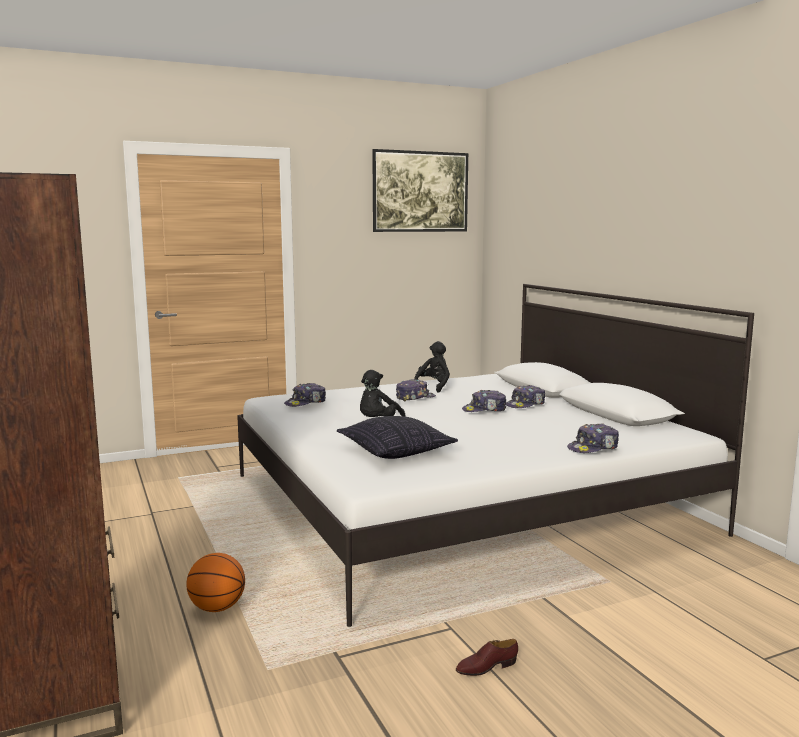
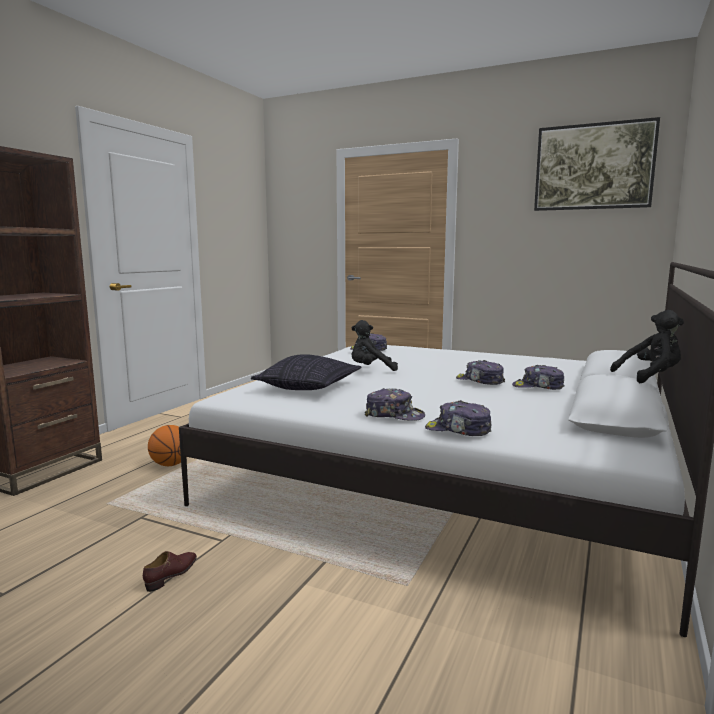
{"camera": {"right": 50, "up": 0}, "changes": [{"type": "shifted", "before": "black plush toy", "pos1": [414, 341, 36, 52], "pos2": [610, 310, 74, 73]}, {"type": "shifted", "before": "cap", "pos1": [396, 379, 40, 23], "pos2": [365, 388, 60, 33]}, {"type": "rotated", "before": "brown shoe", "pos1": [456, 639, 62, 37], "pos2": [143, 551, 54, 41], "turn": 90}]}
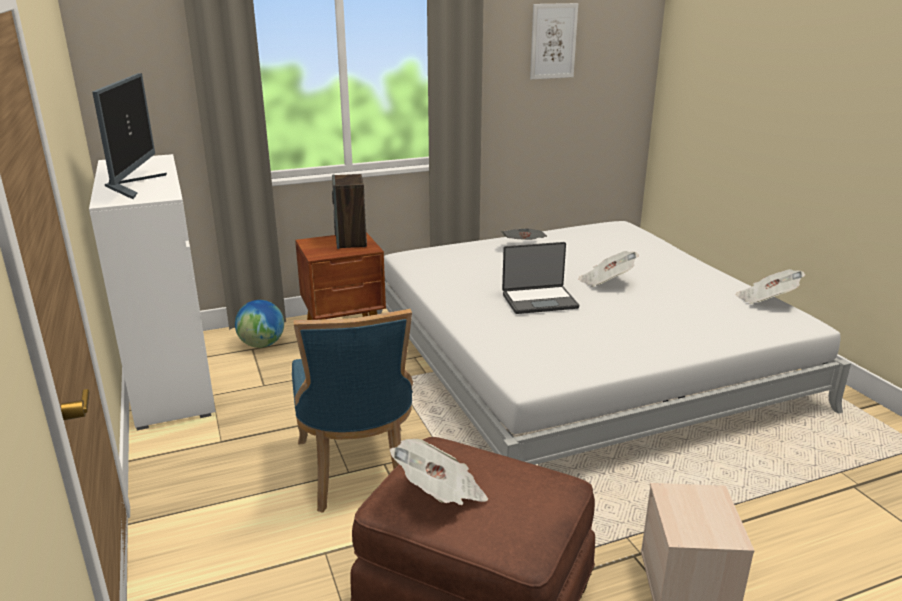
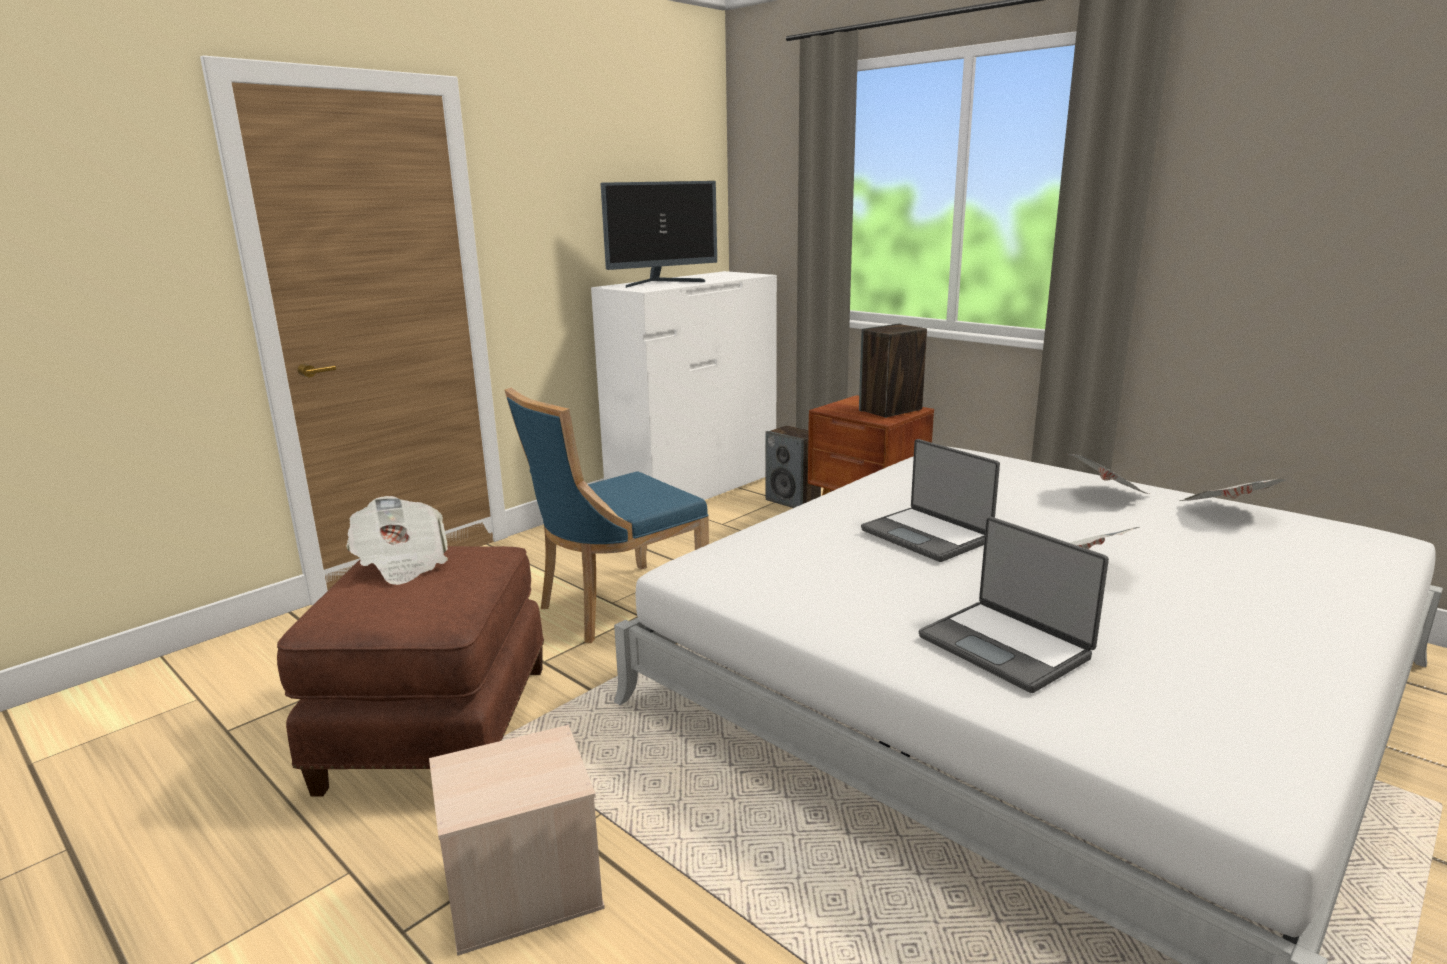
{"camera": {"right": 65, "up": -5}, "changes": [{"type": "gone", "before": "picture", "pos1": [530, 3, 48, 77]}, {"type": "shifted", "before": "newspaper", "pos1": [736, 269, 69, 35], "pos2": [1179, 479, 107, 22]}, {"type": "swapped", "before": "globe", "after": "speaker", "pos1": [235, 300, 49, 48], "pos2": [765, 425, 56, 83]}, {"type": "new", "after": "laptop", "pos2": [919, 517, 190, 176]}]}
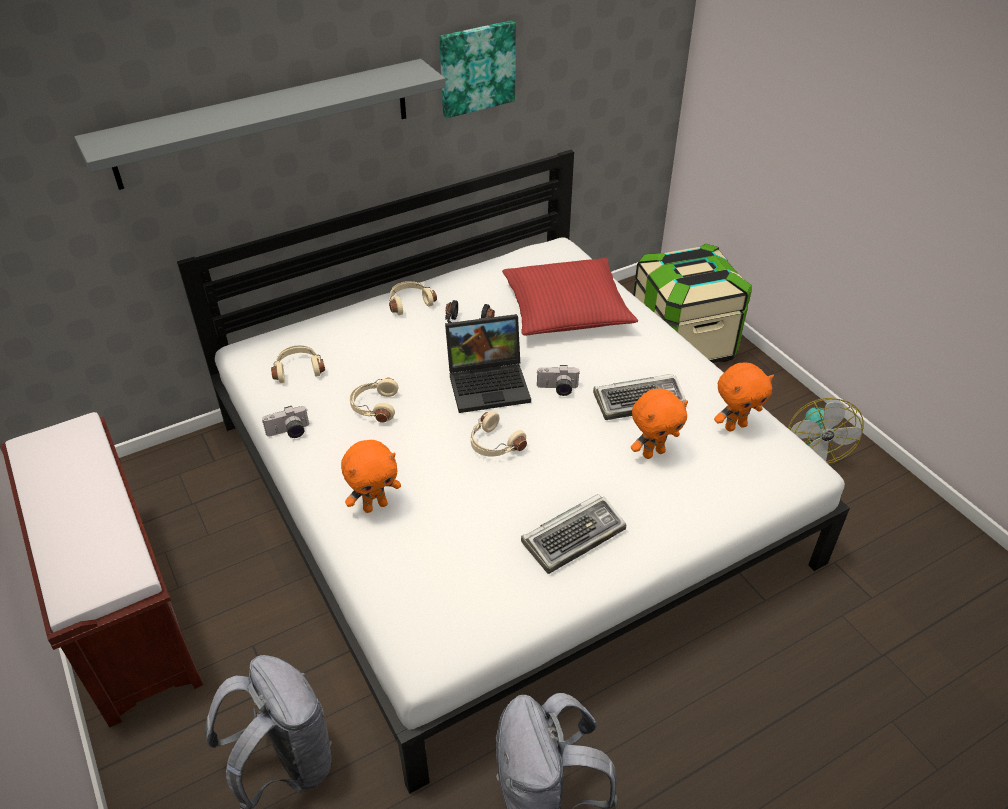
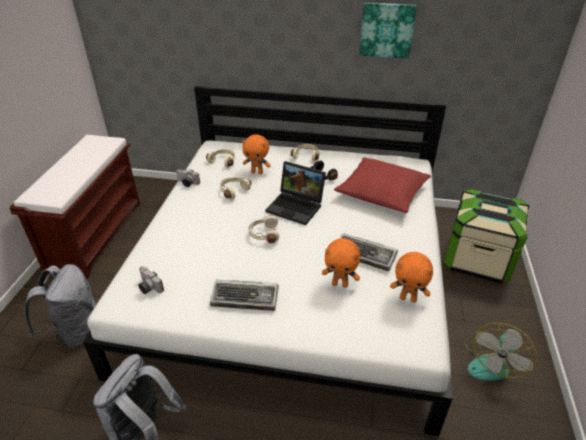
{"camera": {"right": 40, "up": -5}, "changes": [{"type": "gone", "before": "grey shelf", "pos1": [74, 59, 372, 131]}, {"type": "shifted", "before": "photo camera", "pos1": [537, 365, 43, 31], "pos2": [138, 266, 26, 28]}, {"type": "shifted", "before": "orange plush toy", "pos1": [341, 440, 60, 73], "pos2": [242, 134, 29, 40]}]}
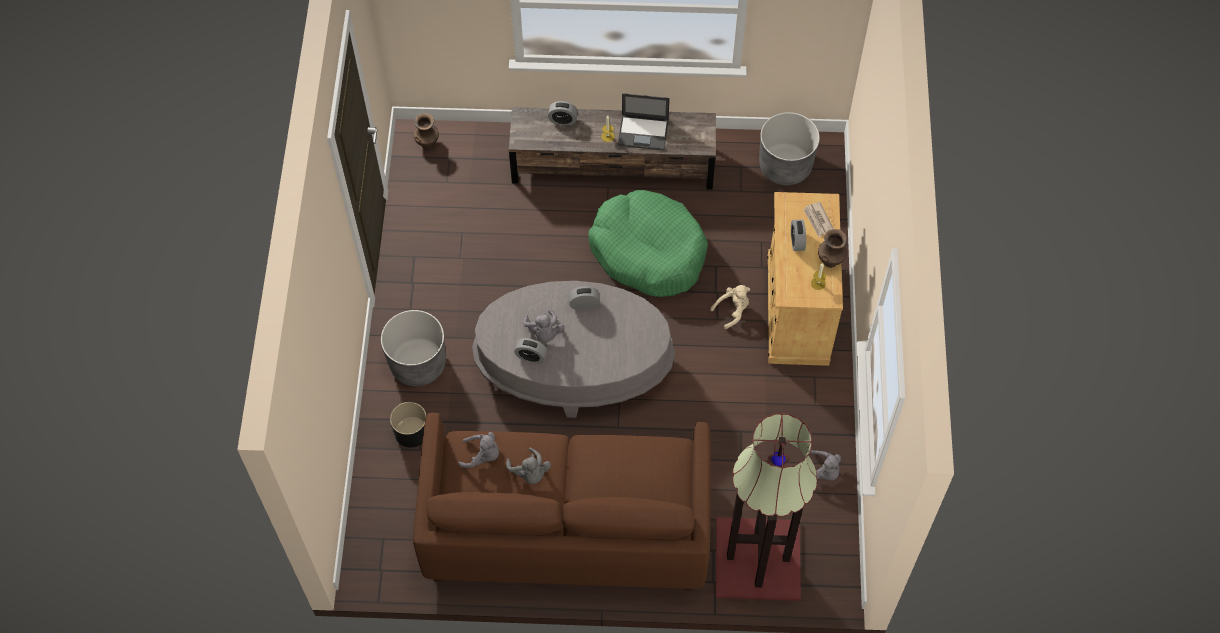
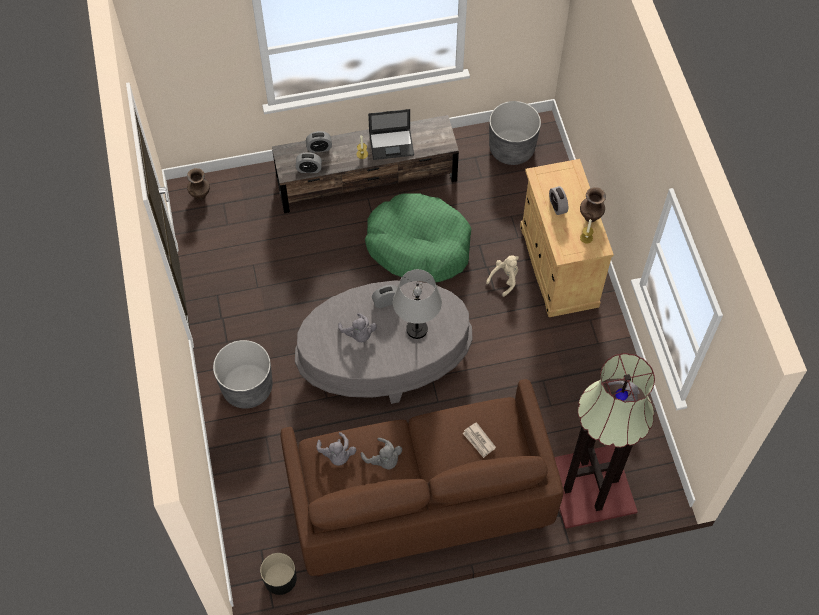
{"camera": {"right": -15, "up": 0}, "changes": [{"type": "shifted", "before": "newspaper", "pos1": [803, 202, 31, 35], "pos2": [462, 422, 34, 36]}, {"type": "shifted", "before": "alarm clock", "pos1": [514, 338, 33, 26], "pos2": [296, 152, 26, 21]}, {"type": "shifted", "before": "black planter", "pos1": [390, 402, 36, 46], "pos2": [260, 553, 37, 42]}, {"type": "rotated", "before": "grey plush toy", "pos1": [458, 432, 41, 36], "pos2": [316, 432, 40, 34], "turn": 75}, {"type": "new", "after": "grey table lamp", "pos2": [393, 269, 49, 70]}]}
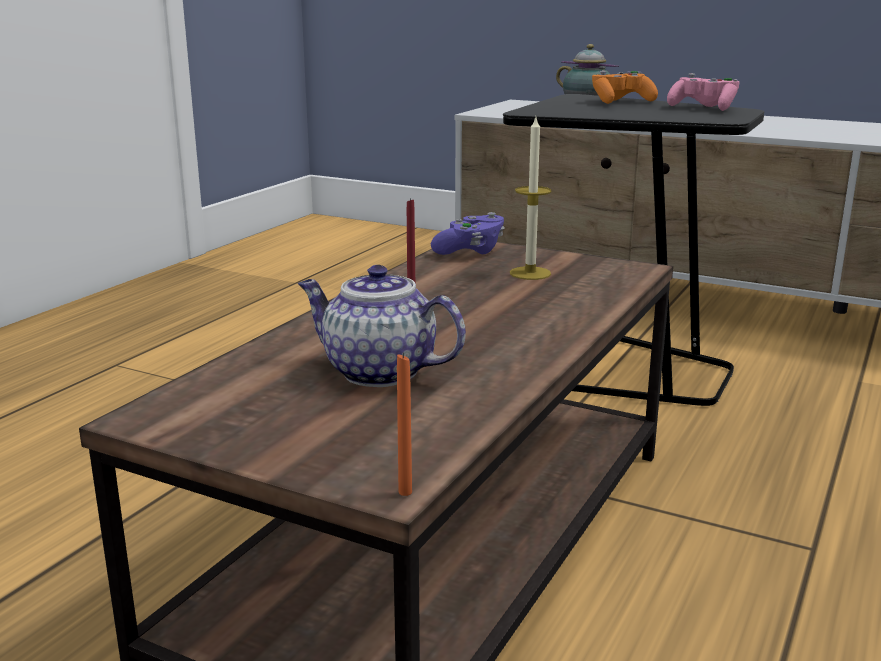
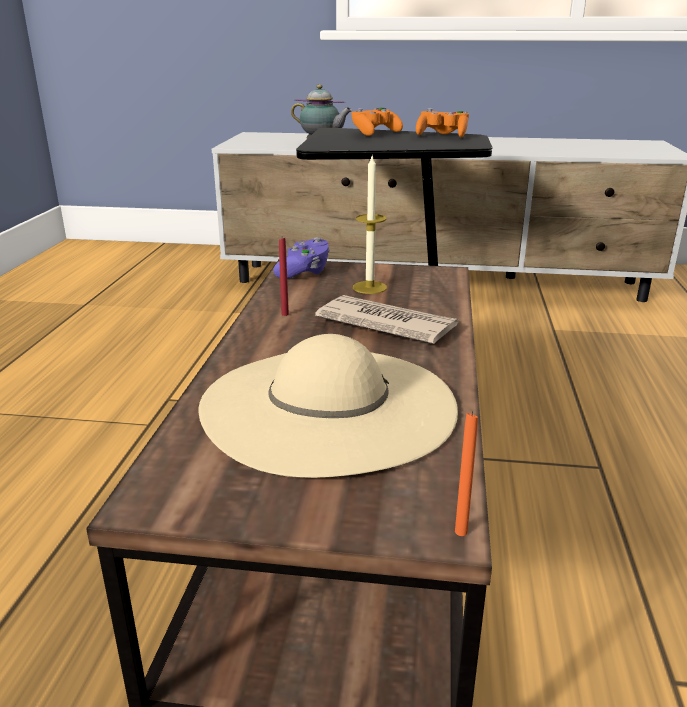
{"camera": {"right": -20, "up": 5}, "changes": [{"type": "repainted", "before": "pink game controller", "after": "orange game controller", "pos1": [667, 73, 73, 38], "pos2": [416, 108, 53, 29]}, {"type": "swapped", "before": "teapot", "after": "beige hat", "pos1": [298, 265, 168, 122], "pos2": [199, 334, 259, 144]}, {"type": "new", "after": "newspaper", "pos2": [315, 295, 144, 49]}]}
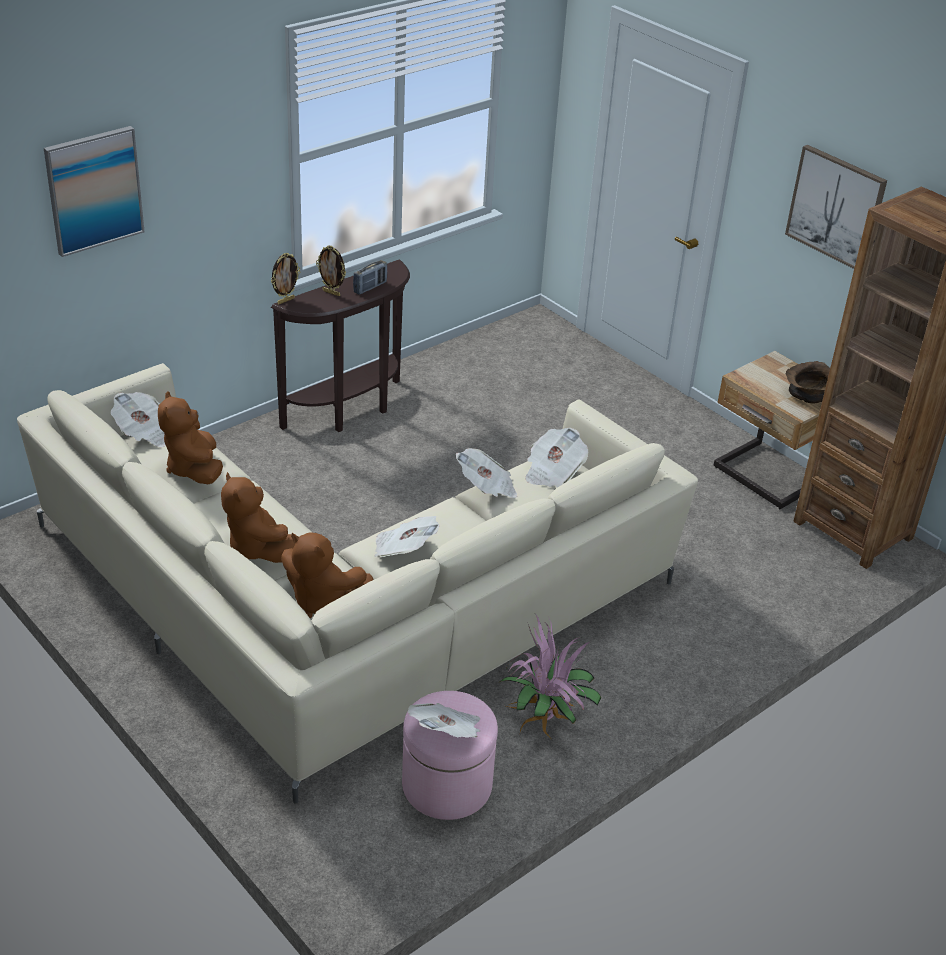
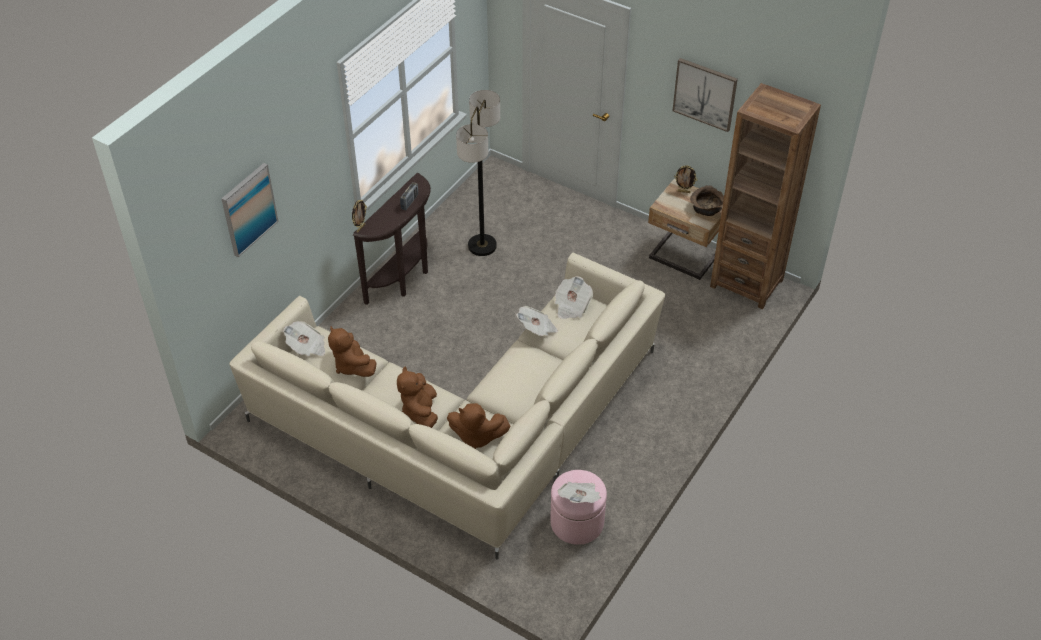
{"camera": {"right": -15, "up": 10}, "changes": [{"type": "shifted", "before": "picture frame", "pos1": [316, 245, 30, 51], "pos2": [674, 165, 23, 28]}, {"type": "rotated", "before": "brown plush toy", "pos1": [221, 472, 74, 91], "pos2": [397, 367, 41, 61], "turn": 45}, {"type": "gone", "before": "newspaper", "pos1": [374, 516, 66, 41]}, {"type": "gone", "before": "potted plant", "pos1": [498, 614, 103, 124]}, {"type": "new", "after": "floor lamp", "pos2": [456, 90, 44, 166]}]}
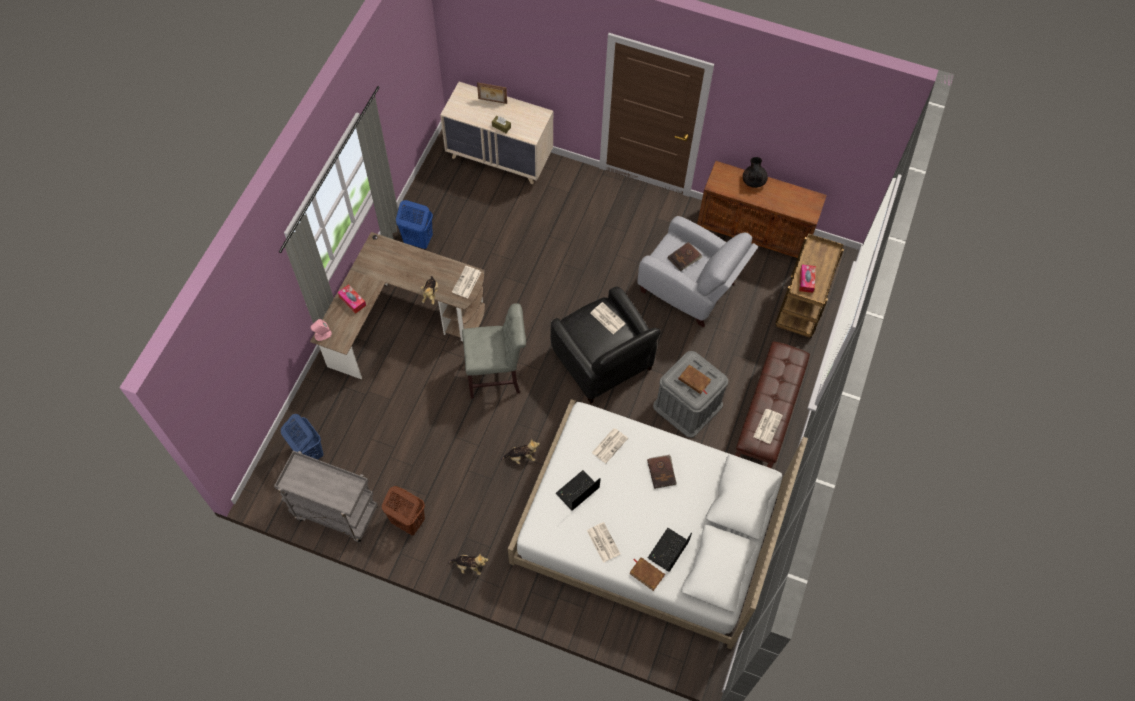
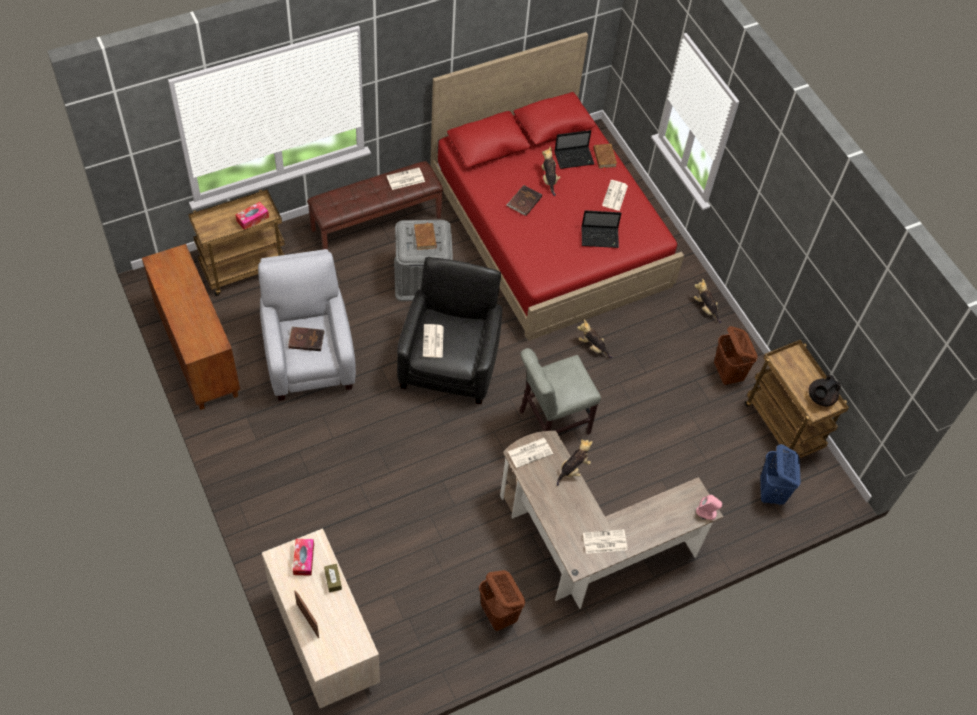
{"camera": {"right": -140, "up": -5}, "changes": [{"type": "shifted", "before": "black teapot", "pos1": [743, 157, 25, 31], "pos2": [809, 375, 32, 31]}, {"type": "repainted", "before": "blue laundry basket", "after": "brown laundry basket", "pos1": [396, 200, 37, 49], "pos2": [479, 570, 46, 61]}, {"type": "shifted", "before": "tissue box", "pos1": [338, 284, 28, 30], "pos2": [293, 539, 21, 37]}, {"type": "rotated", "before": "grey chair", "pos1": [462, 303, 64, 96], "pos2": [520, 348, 81, 86], "turn": -60}, {"type": "repainted", "before": "white bed", "after": "red bed", "pos1": [508, 399, 300, 250], "pos2": [430, 32, 254, 309]}, {"type": "shifted", "before": "newspaper", "pos1": [592, 428, 36, 35], "pos2": [583, 529, 44, 25]}, {"type": "repainted", "before": "grey cart", "after": "brown cart", "pos1": [274, 451, 104, 92], "pos2": [745, 340, 104, 118]}, {"type": "new", "after": "plush toy", "pos2": [541, 147, 19, 49]}]}
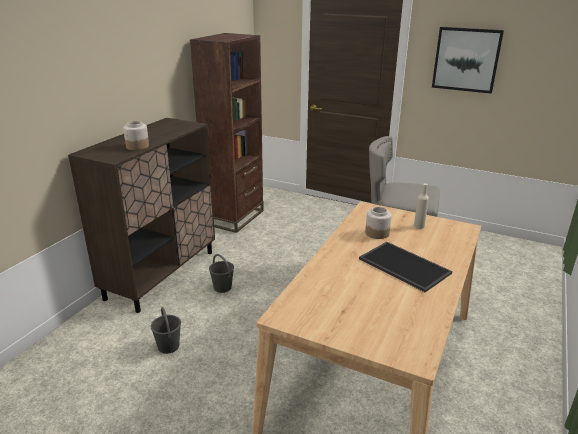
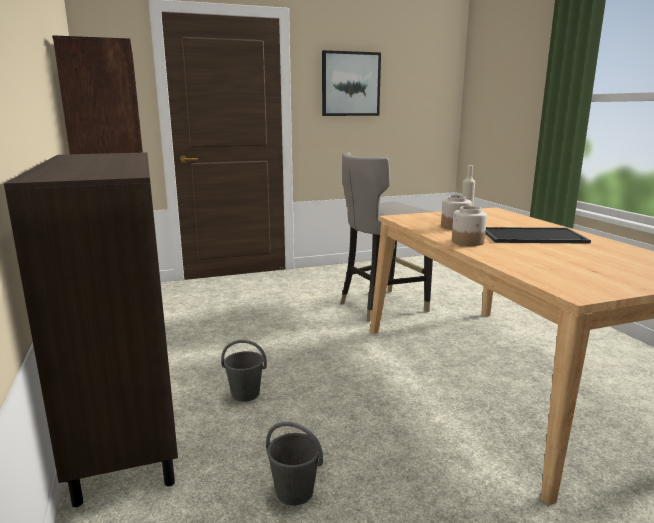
{"camera": {"right": -45, "up": -10}, "changes": [{"type": "shifted", "before": "jar", "pos1": [123, 121, 26, 29], "pos2": [452, 206, 35, 40]}]}
